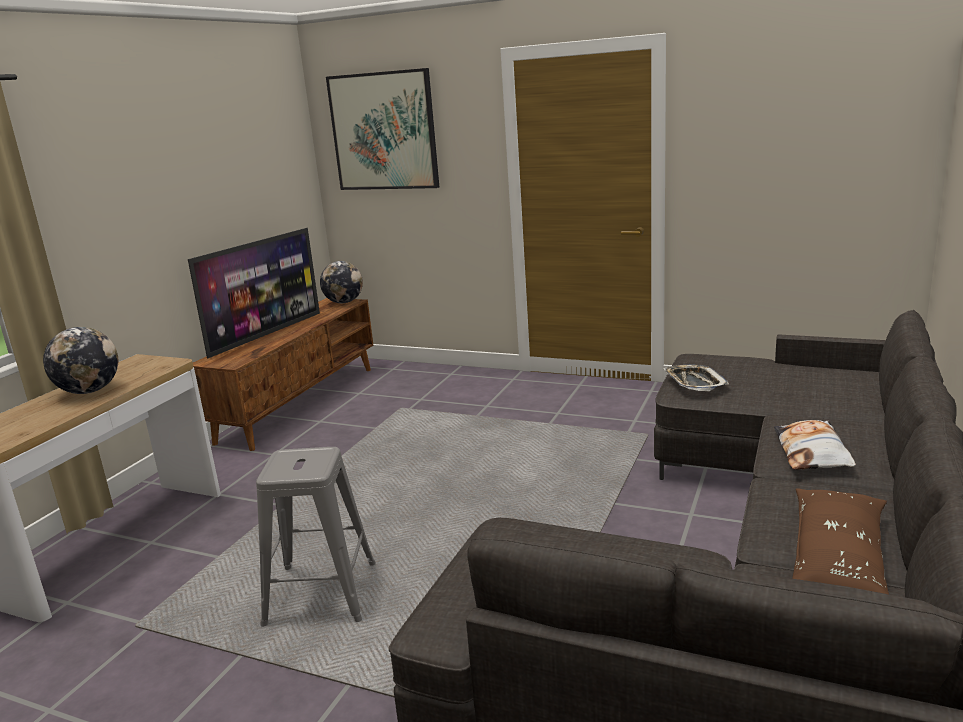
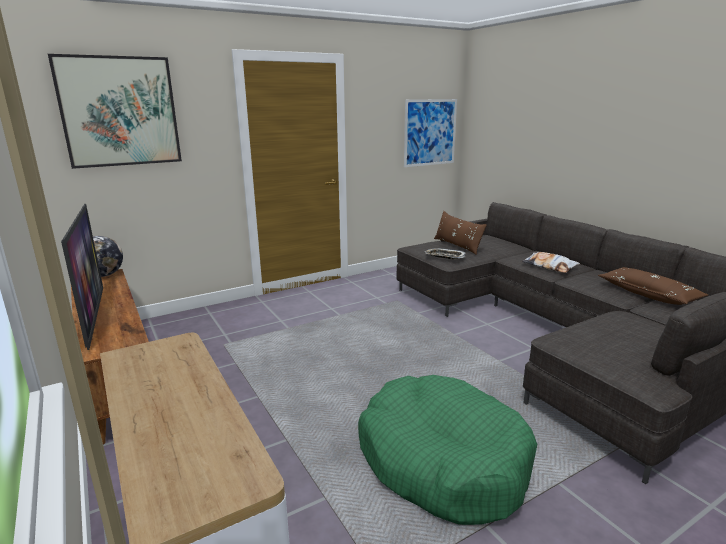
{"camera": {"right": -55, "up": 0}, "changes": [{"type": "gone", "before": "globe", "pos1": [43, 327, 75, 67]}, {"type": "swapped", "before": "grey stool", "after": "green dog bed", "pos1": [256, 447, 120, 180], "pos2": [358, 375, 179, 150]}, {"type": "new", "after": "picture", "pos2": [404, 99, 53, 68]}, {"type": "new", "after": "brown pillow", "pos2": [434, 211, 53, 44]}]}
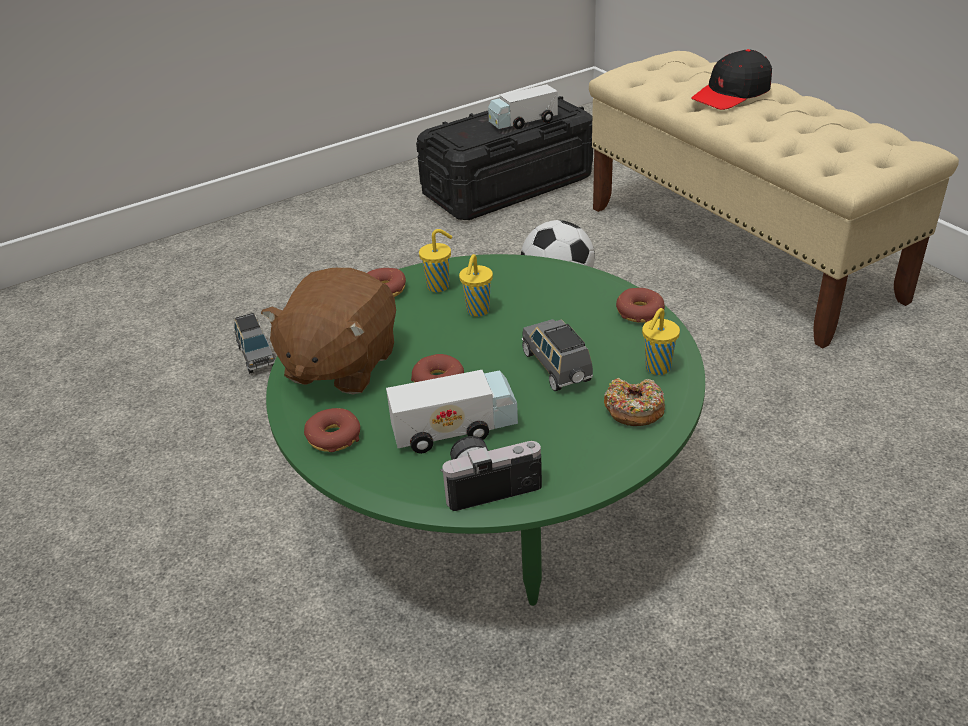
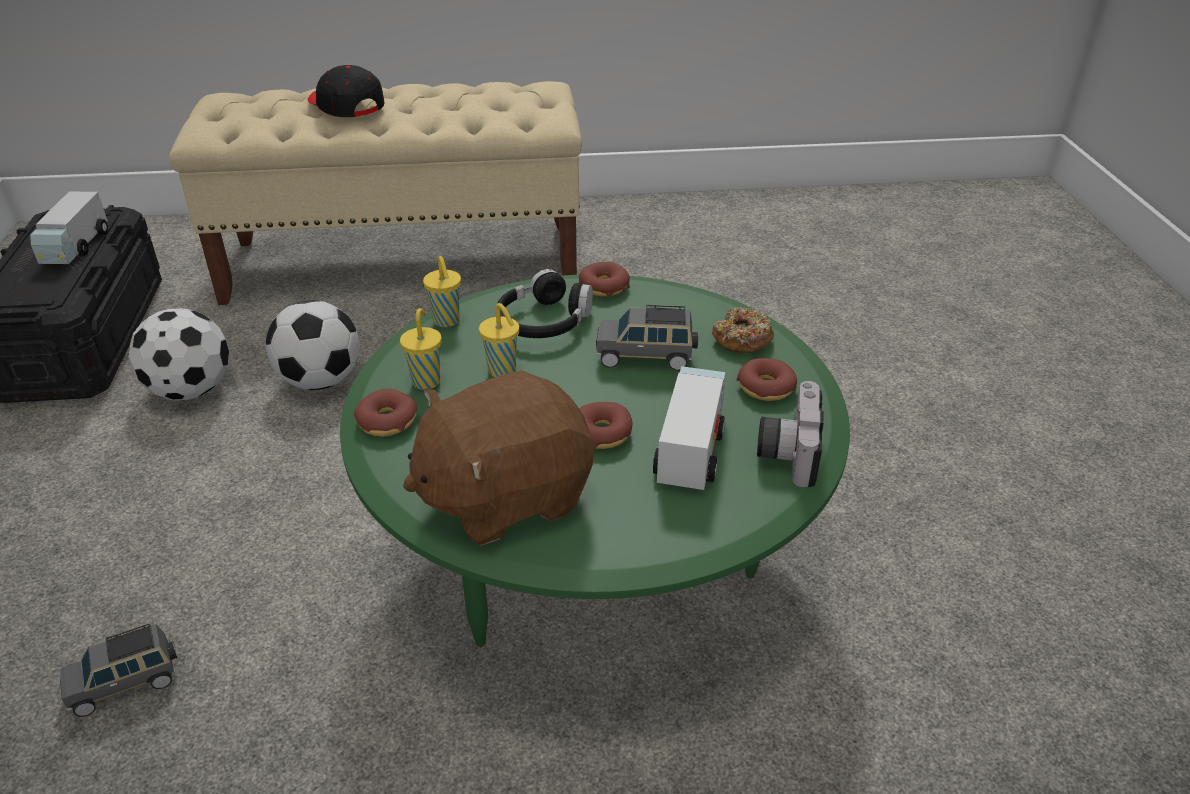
{"camera": {"right": -65, "up": 0}, "changes": [{"type": "rotated", "before": "black cap", "pos1": [691, 49, 81, 61], "pos2": [308, 65, 77, 52], "turn": 150}, {"type": "rotated", "before": "brown plush toy", "pos1": [261, 268, 135, 126], "pos2": [403, 371, 191, 175], "turn": 105}, {"type": "shifted", "before": "yellow cup", "pos1": [642, 308, 38, 67], "pos2": [423, 256, 38, 71]}, {"type": "rotated", "before": "grey toy car", "pos1": [234, 313, 41, 61], "pos2": [60, 623, 118, 94], "turn": 150}, {"type": "shifted", "before": "donut", "pos1": [304, 408, 56, 44], "pos2": [736, 358, 61, 43]}, {"type": "new", "after": "black headphones", "pos2": [497, 269, 96, 69]}, {"type": "new", "after": "football", "pos2": [128, 308, 101, 92]}]}
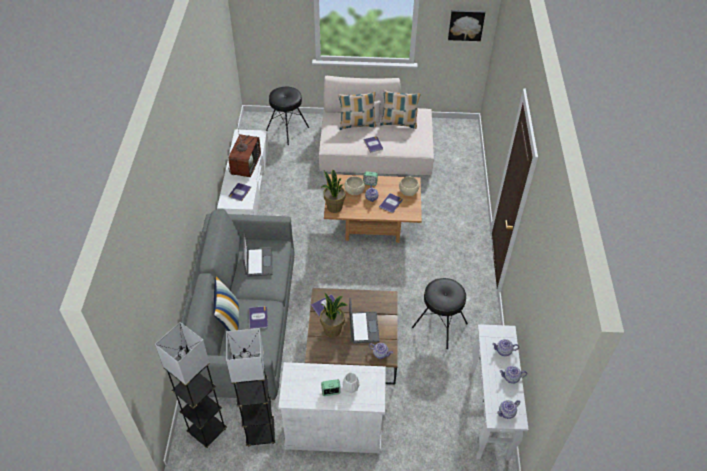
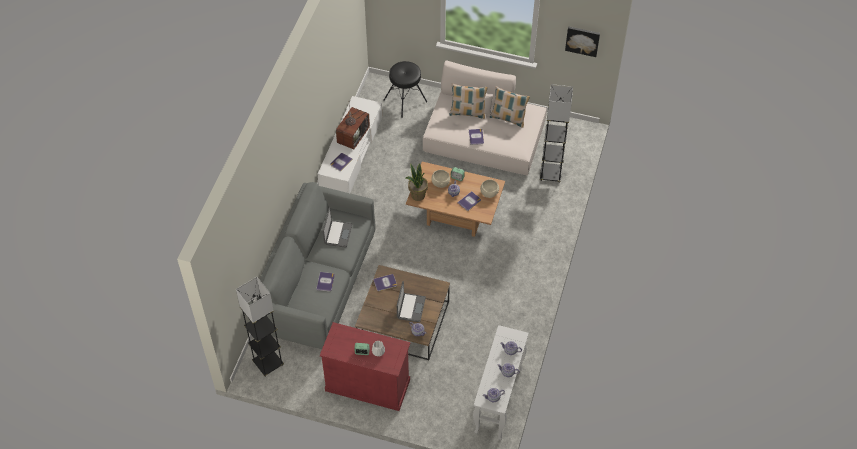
{"camera": {"right": 15, "up": 5}, "changes": [{"type": "gone", "before": "pillow", "pos1": [213, 276, 26, 55]}, {"type": "gone", "before": "black stool", "pos1": [412, 278, 56, 71]}, {"type": "gone", "before": "potted plant", "pos1": [320, 292, 28, 45]}, {"type": "shifted", "before": "black floor lamp", "pos1": [226, 328, 49, 118], "pos2": [540, 84, 33, 99]}, {"type": "repainted", "before": "white cabinet", "after": "red cabinet", "pos1": [278, 362, 108, 92], "pos2": [320, 322, 90, 89]}]}
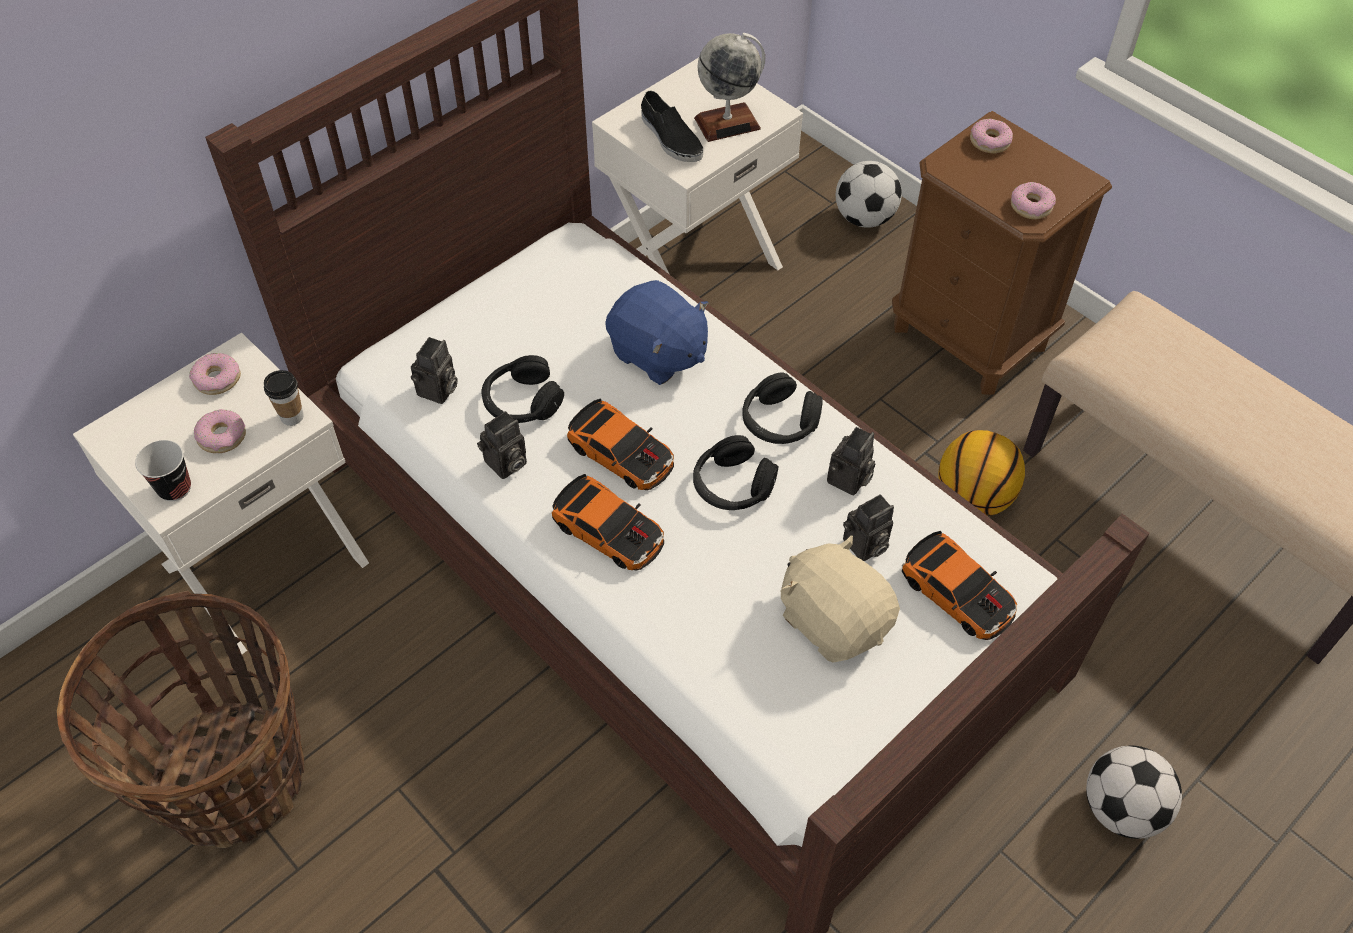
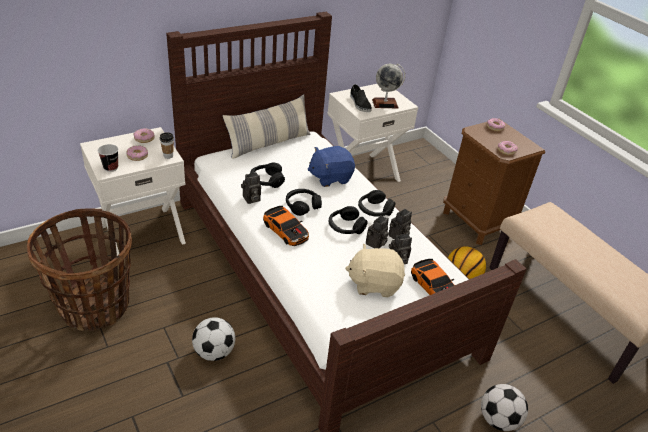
{"camera": {"right": 10, "up": -15}, "changes": [{"type": "shifted", "before": "football", "pos1": [836, 161, 66, 67], "pos2": [192, 317, 43, 44]}, {"type": "rotated", "before": "blue plush toy", "pos1": [605, 280, 103, 105], "pos2": [307, 146, 48, 41], "turn": 105}, {"type": "shifted", "before": "photo camera", "pos1": [411, 337, 47, 67], "pos2": [366, 215, 23, 33]}, {"type": "swapped", "before": "toy car", "after": "black headphones", "pos1": [567, 399, 107, 91], "pos2": [286, 189, 36, 27]}, {"type": "rotated", "before": "beige plush toy", "pos1": [781, 535, 119, 128], "pos2": [345, 244, 60, 53], "turn": -60}, {"type": "new", "after": "pillow", "pos2": [223, 94, 88, 65]}]}
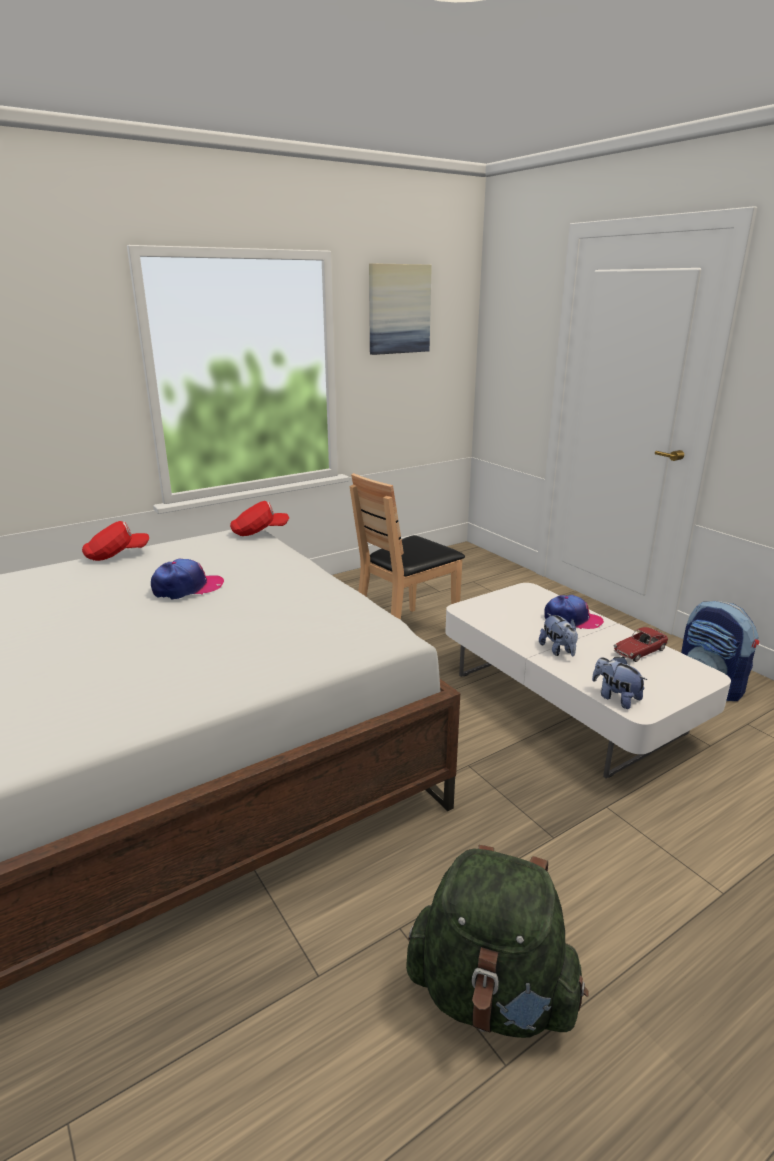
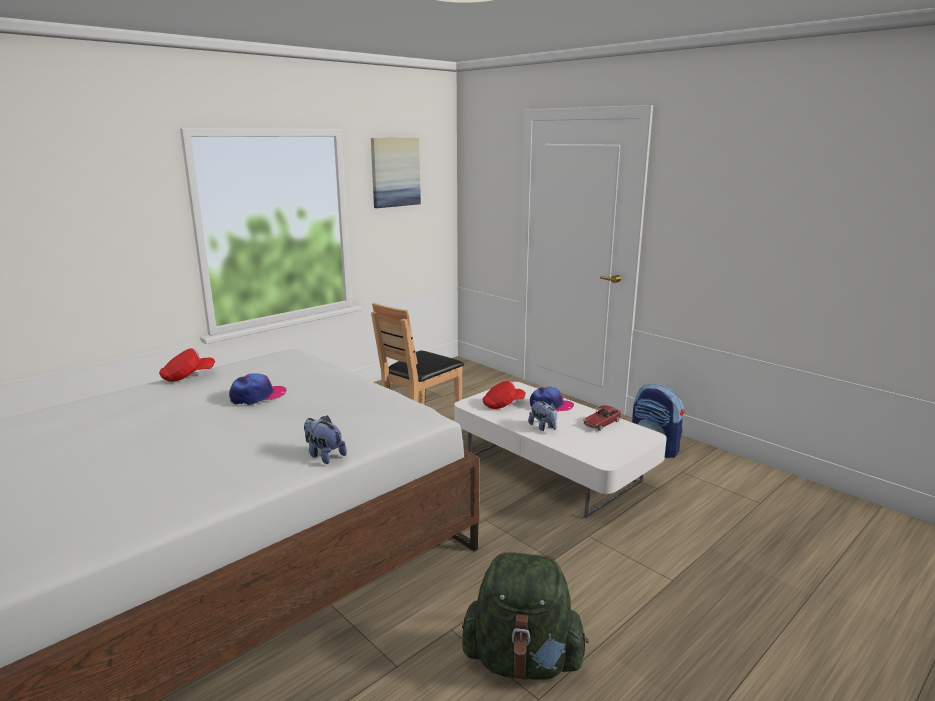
{"camera": {"right": -10, "up": -5}, "changes": [{"type": "shifted", "before": "red cap", "pos1": [230, 501, 59, 35], "pos2": [483, 381, 43, 28]}, {"type": "shifted", "before": "plush toy", "pos1": [592, 657, 55, 52], "pos2": [304, 415, 43, 49]}]}
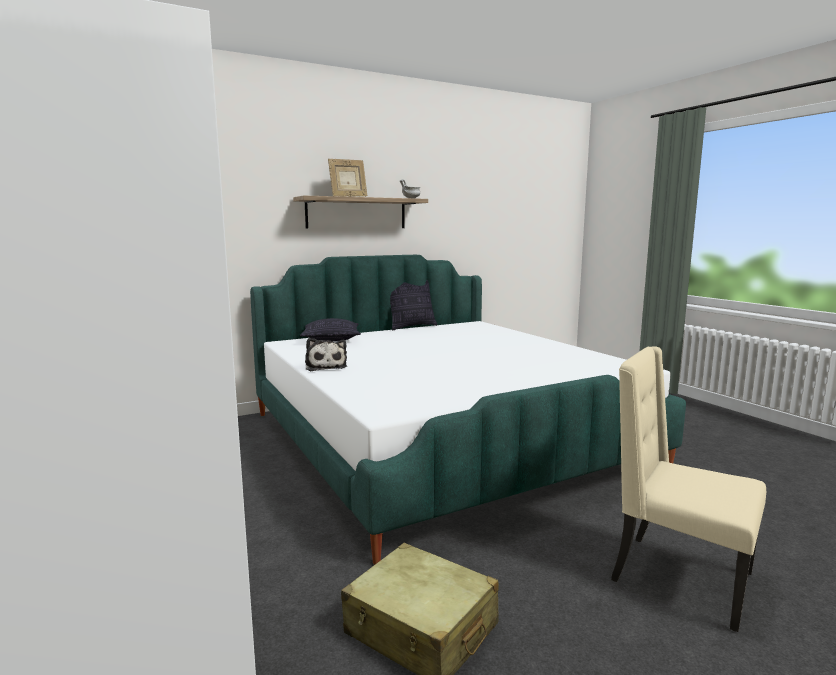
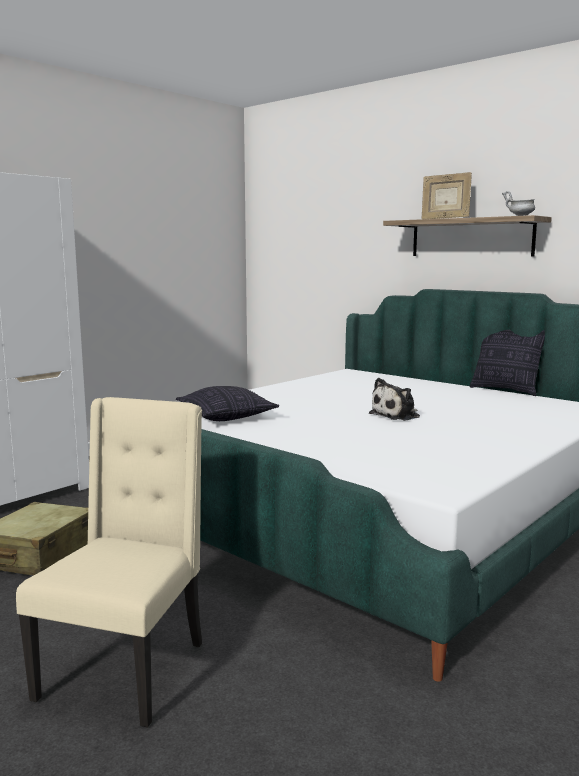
{"camera": {"right": 70, "up": 0}, "changes": [{"type": "shifted", "before": "pillow", "pos1": [300, 318, 61, 24], "pos2": [176, 386, 103, 35]}, {"type": "shifted", "before": "plush toy", "pos1": [305, 338, 42, 33], "pos2": [369, 378, 51, 43]}]}
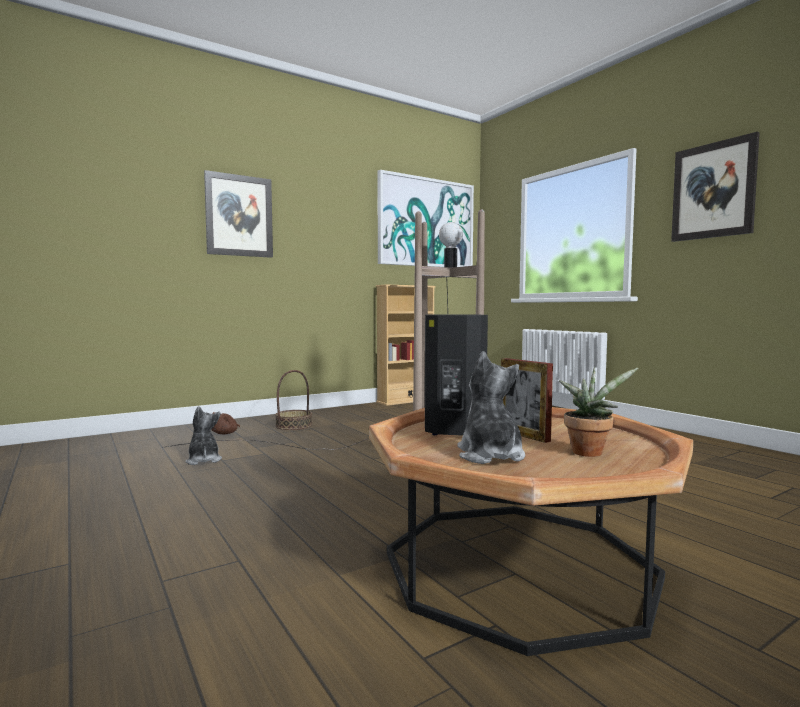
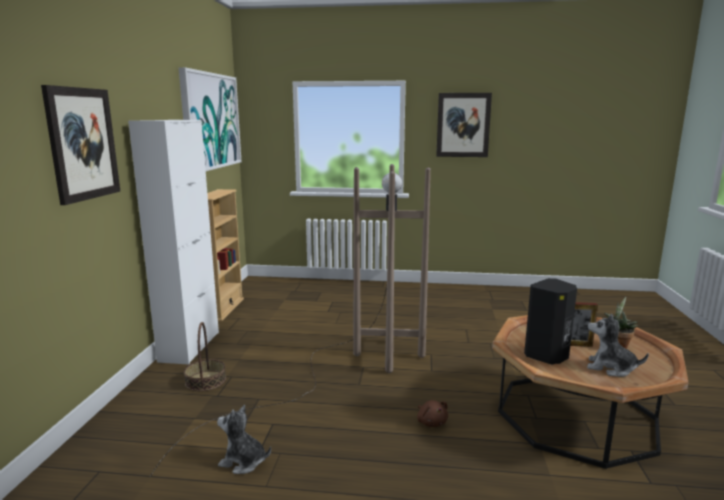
{"camera": {"right": -50, "up": 10}, "changes": [{"type": "shifted", "before": "brown plush toy", "pos1": [211, 412, 29, 22], "pos2": [417, 400, 31, 27]}, {"type": "new", "after": "white cabinet", "pos2": [128, 120, 91, 245]}]}
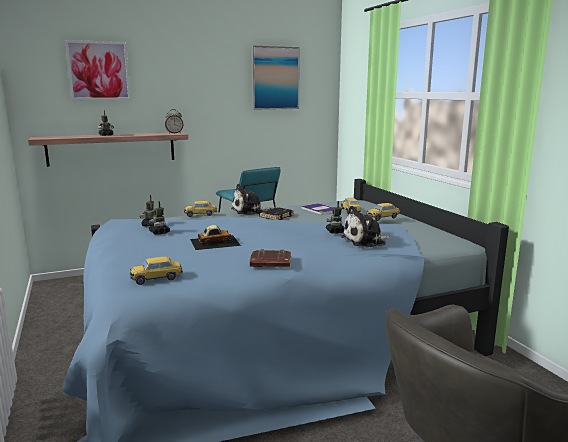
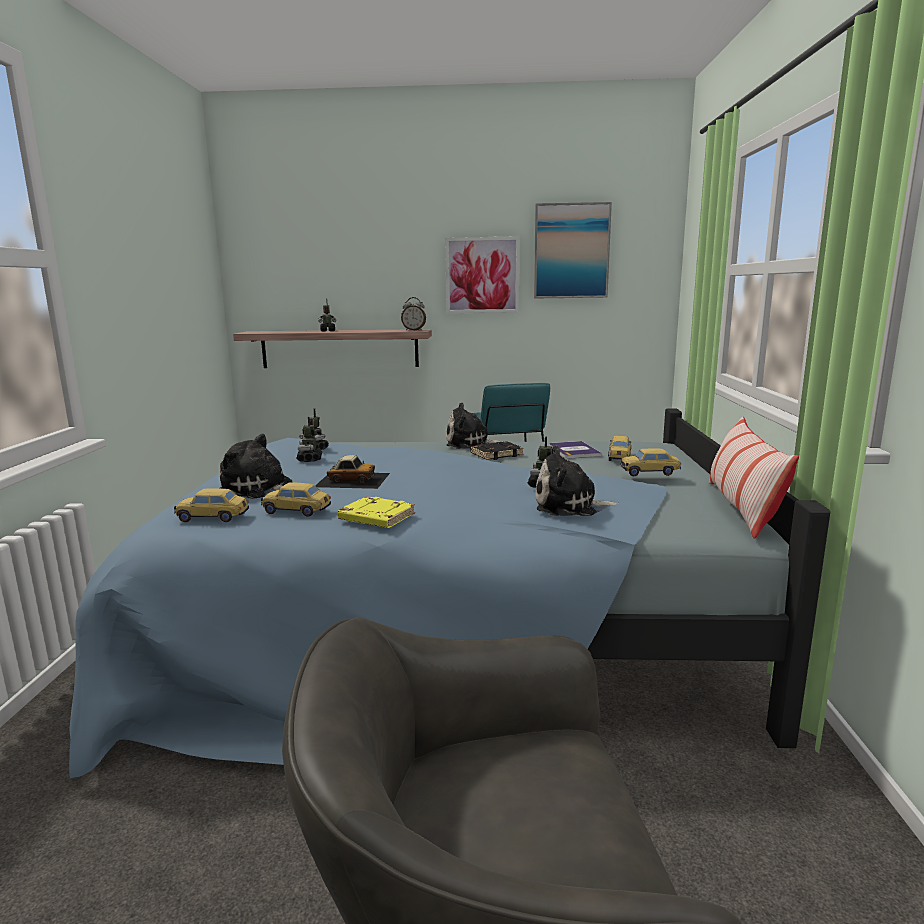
{"camera": {"right": 25, "up": 0}, "changes": [{"type": "shifted", "before": "picture", "pos1": [65, 40, 66, 60], "pos2": [445, 236, 74, 77]}, {"type": "shifted", "before": "toy car", "pos1": [184, 201, 33, 16], "pos2": [261, 482, 70, 35]}, {"type": "repainted", "before": "brown book", "after": "yellow book", "pos1": [250, 250, 41, 17], "pos2": [338, 496, 77, 32]}, {"type": "new", "after": "pillow", "pos2": [709, 416, 90, 123]}, {"type": "new", "after": "plush toy", "pos2": [219, 434, 73, 65]}]}
